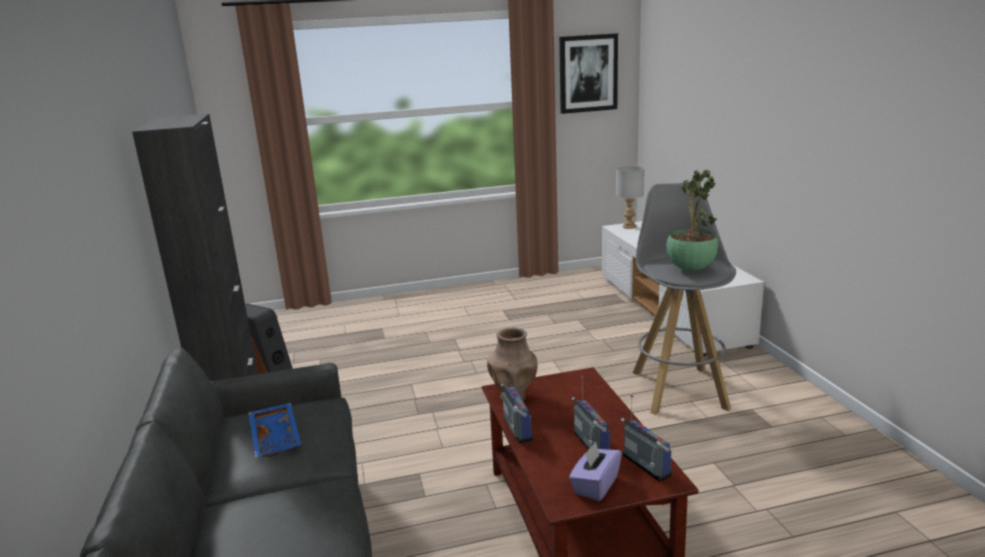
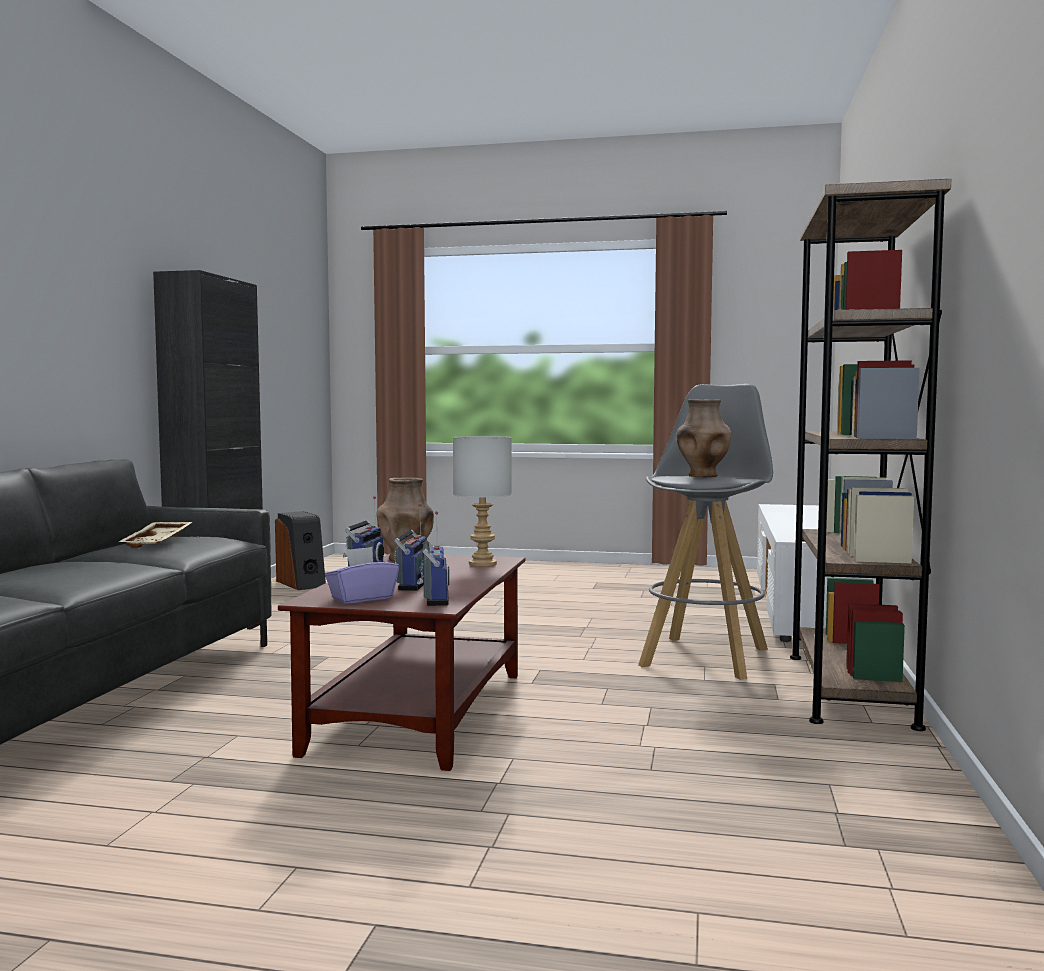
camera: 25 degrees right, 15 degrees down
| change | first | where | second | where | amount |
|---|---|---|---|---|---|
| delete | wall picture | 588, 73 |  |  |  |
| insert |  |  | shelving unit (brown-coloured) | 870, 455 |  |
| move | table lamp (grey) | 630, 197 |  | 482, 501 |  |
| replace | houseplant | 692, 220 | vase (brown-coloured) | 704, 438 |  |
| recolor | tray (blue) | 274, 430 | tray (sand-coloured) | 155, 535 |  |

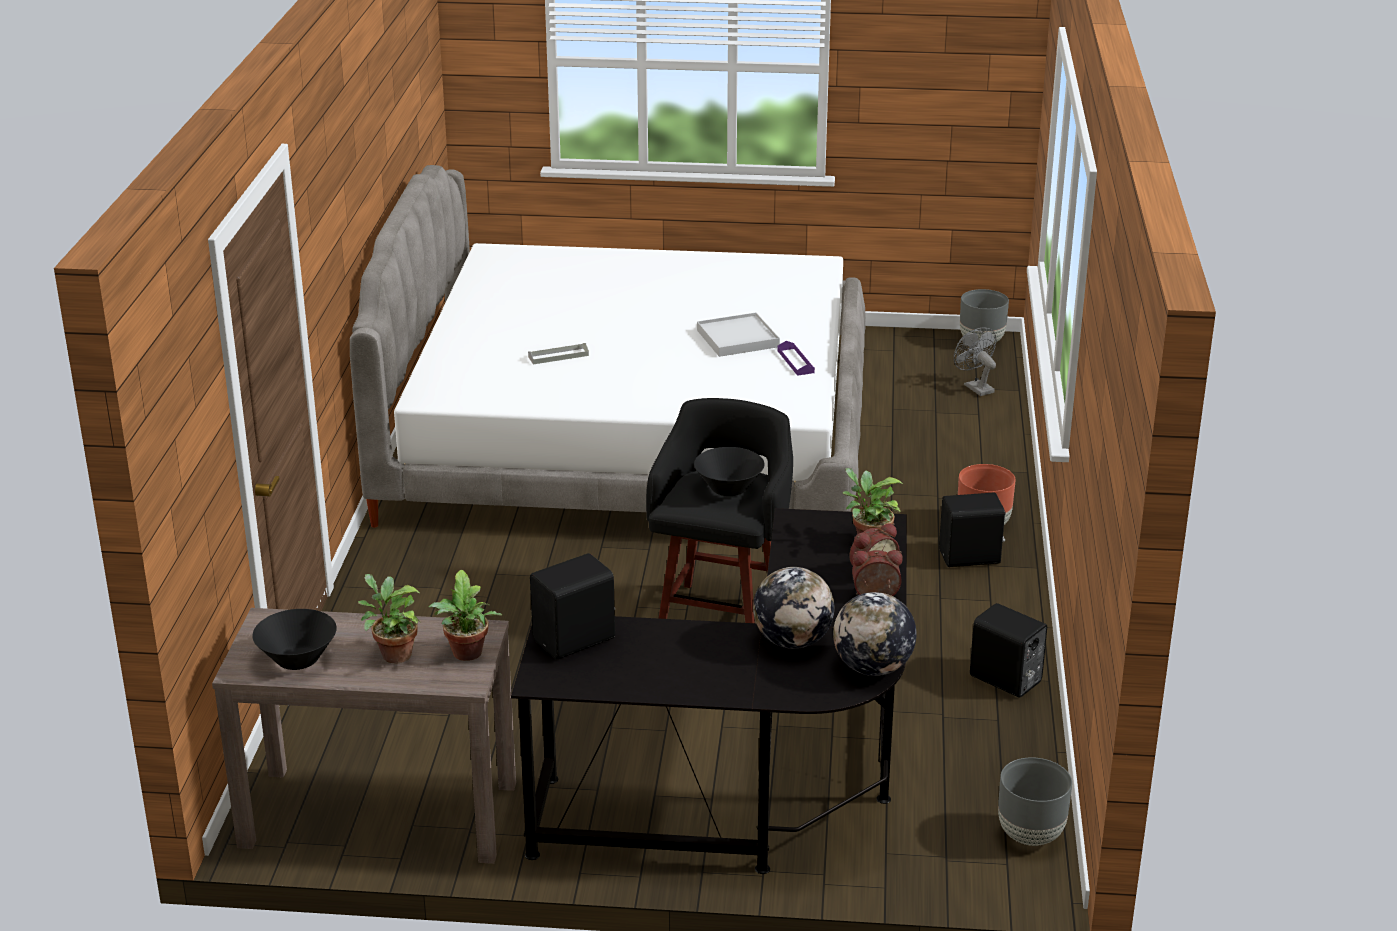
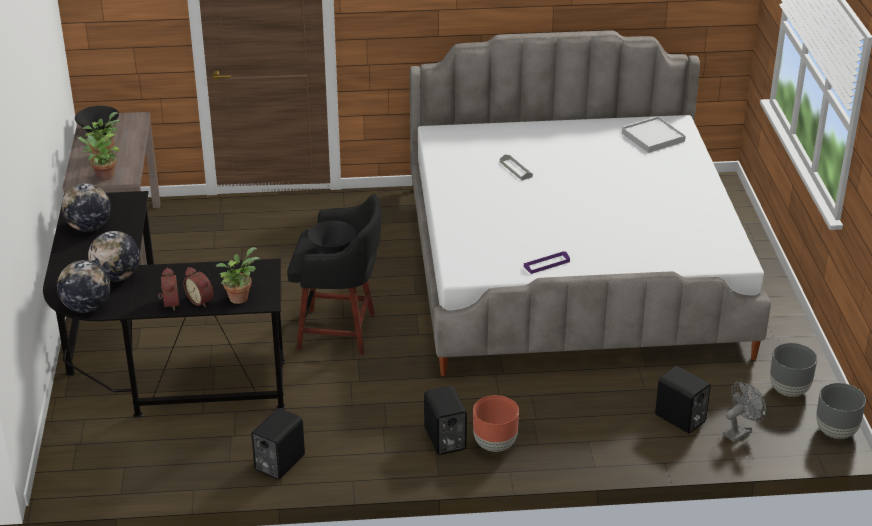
camera: 80 degrees right, 5 degrees up
| change | first | where | second | where | amount |
|---|---|---|---|---|---|
| insert |  |  | world globe | 86, 207 |  |
| move | audio speaker (black) | 572, 606 |  | 683, 400 |  |
| move | tray (white) | 738, 334 |  | 654, 135 |  |
| move | planter (grey) | 1035, 801 |  | 793, 370 |  |

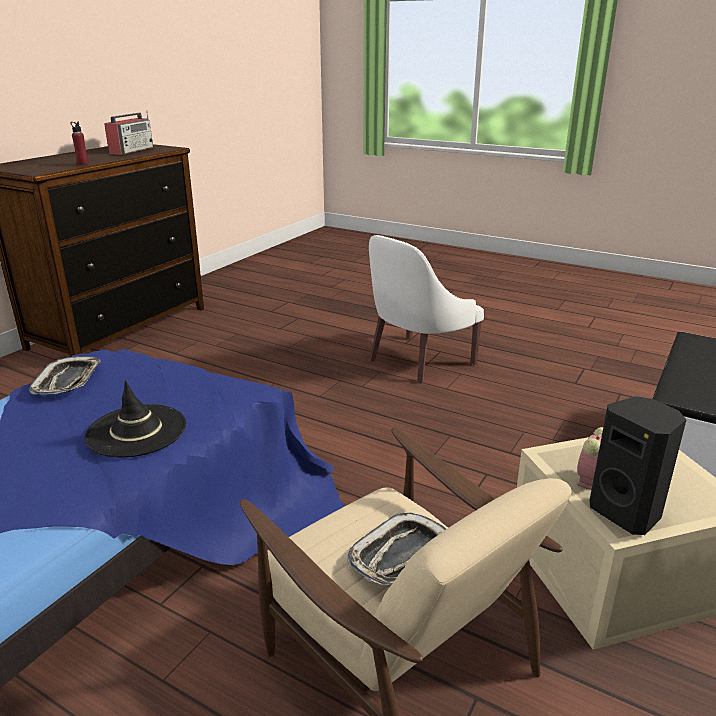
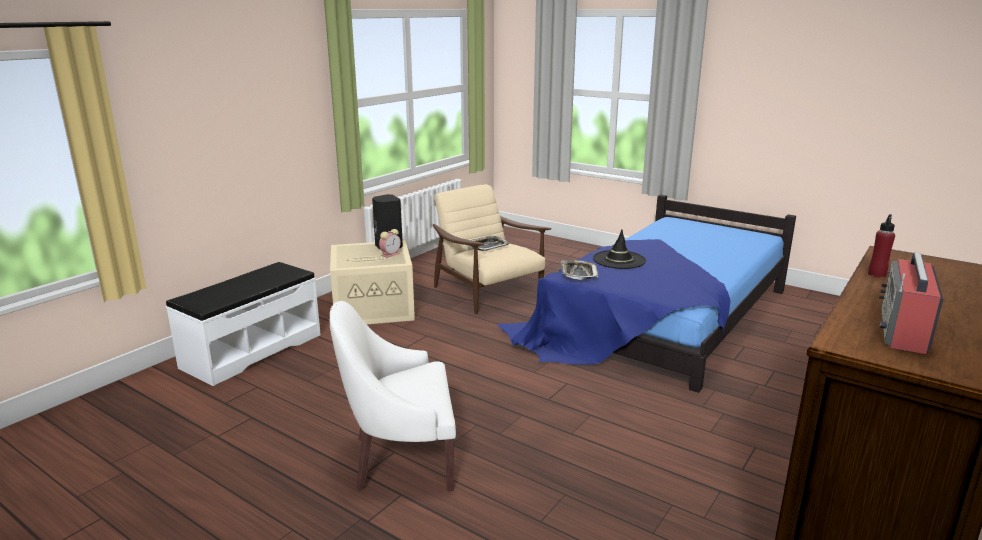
camera: 175 degrees left, 5 degrees down
| change | first | where | second | where | amount |
|---|---|---|---|---|---|
| move | tray | 64, 375 |  | 580, 270 |  |
| rotate | lounge chair (white) | 426, 309 |  | 393, 396 | 150 degrees counterclockwise |

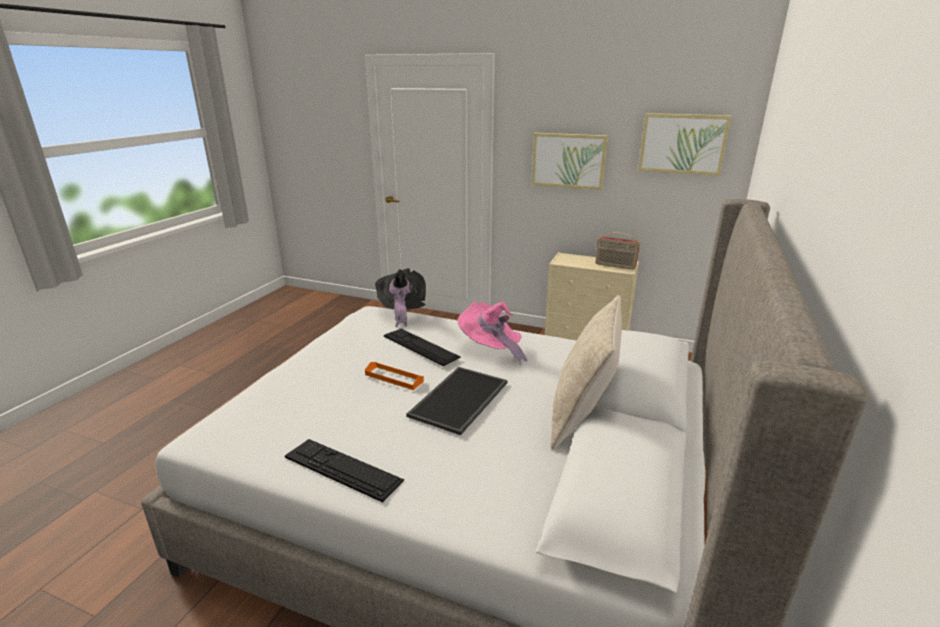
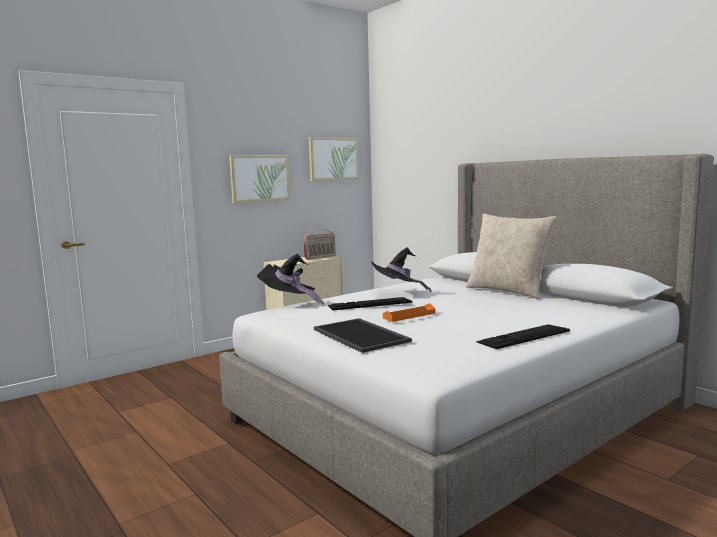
camera: 60 degrees left, 15 degrees down
| change | first | where | second | where | amount |
|---|---|---|---|---|---|
| move | tray | 457, 401 |  | 363, 335 |  |
| recolor | wearable hat (pink) | 492, 333 | wearable hat (black) | 401, 269 |  |

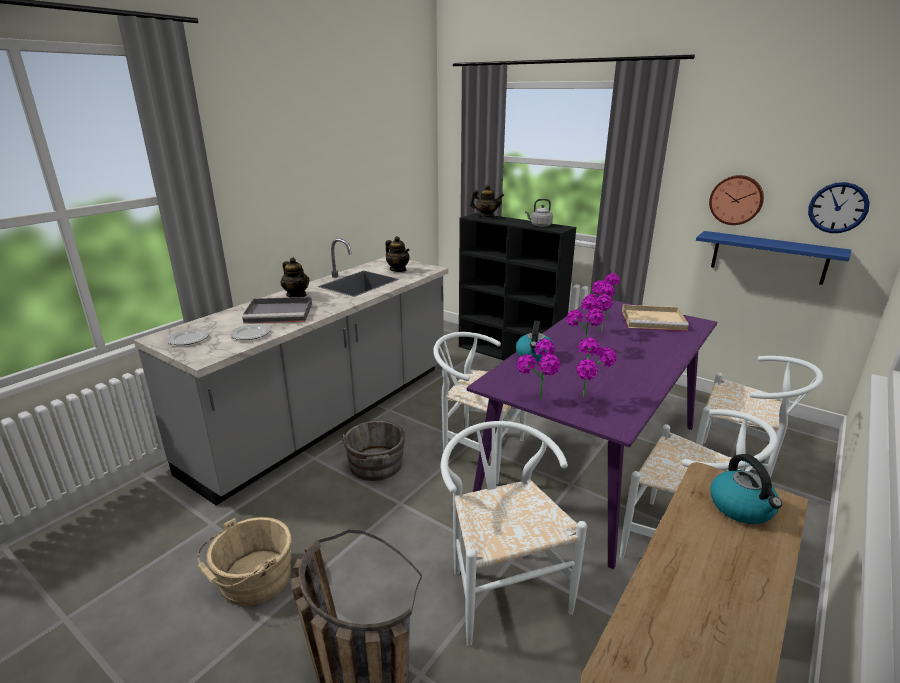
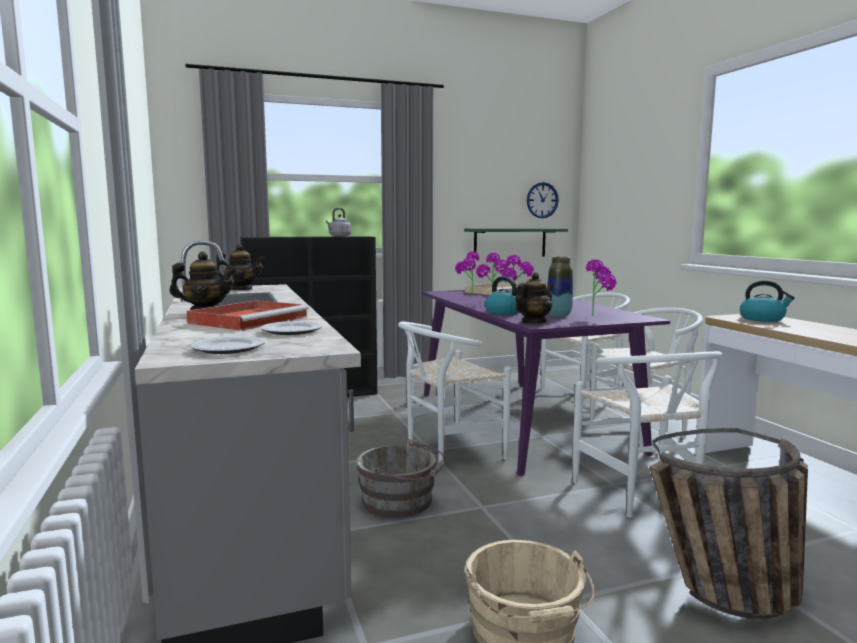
camera: 55 degrees left, 15 degrees down
| change | first | where | second | where | amount |
|---|---|---|---|---|---|
| delete | houseplant | 538, 369 |  |  |  |
| delete | wall clock | 736, 200 |  |  |  |
| insert |  |  | vase | 560, 287 |  |
| move | tea pot | 487, 201 |  | 534, 297 |  |
| recolor | tray (grey) | 277, 310 | tray (red) | 248, 315 |  |
| recolor | shelf (blue) | 773, 258 | shelf (green) | 516, 242 |  |
| rotate | chair (white) | 514, 533 |  | 647, 434 | 120 degrees counterclockwise |

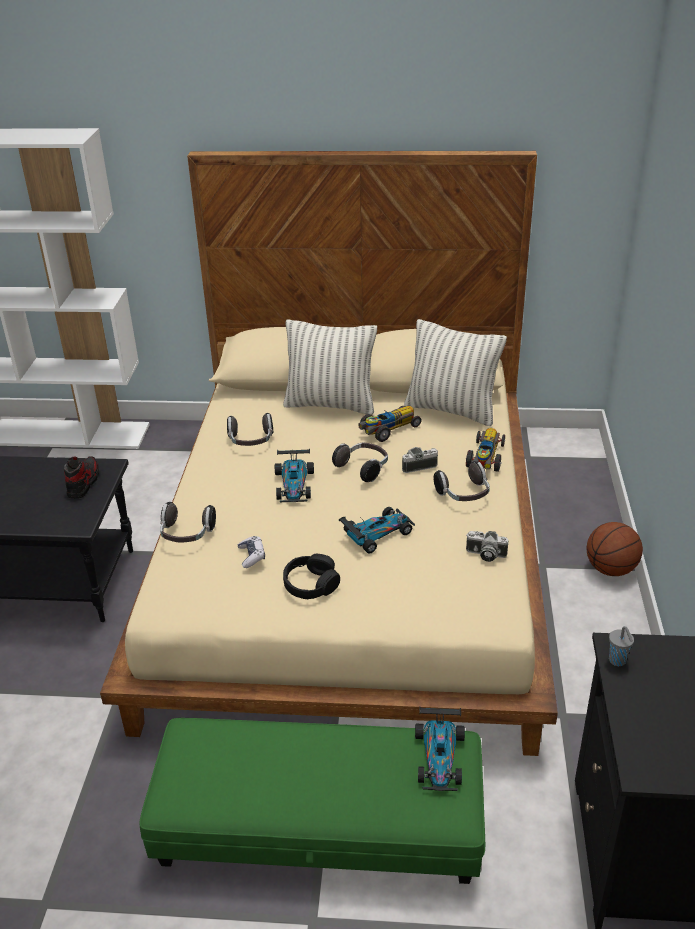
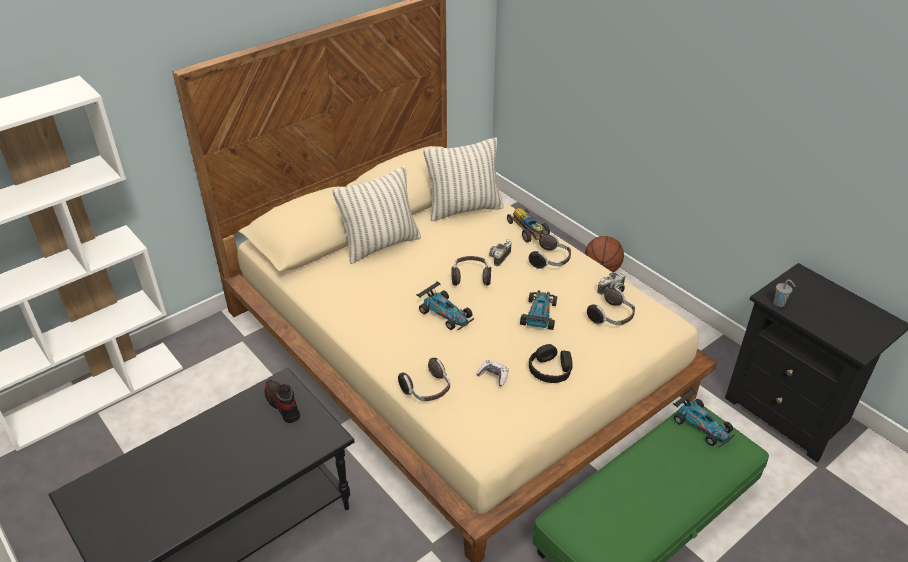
camera: 45 degrees left, 5 degrees up
| change | first | where | second | where | amount |
|---|---|---|---|---|---|
| delete | toy car | 390, 424 |  |  |  |
| move | pair of headphones | 250, 429 |  | 611, 306 |  |

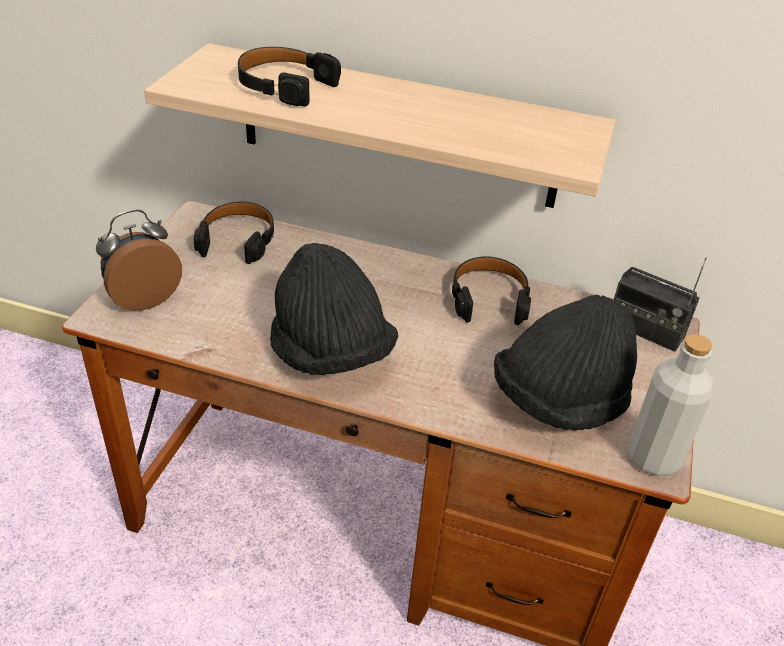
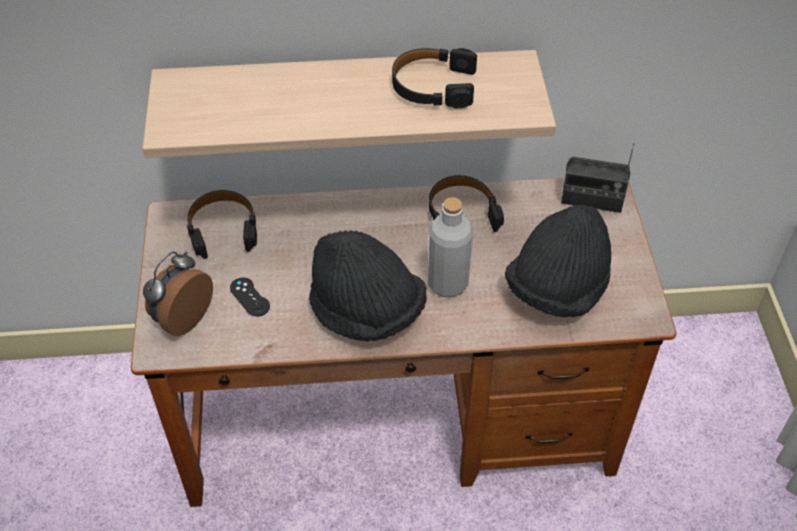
camera: 20 degrees left, 10 degrees up
| change | first | where | second | where | amount |
|---|---|---|---|---|---|
| insert |  |  | gamepad (black) | 250, 297 |  |
| move | pair of headphones (black) | 289, 76 |  | 434, 78 |  |
| move | drink bottle (grey) | 670, 405 |  | 450, 247 |  |

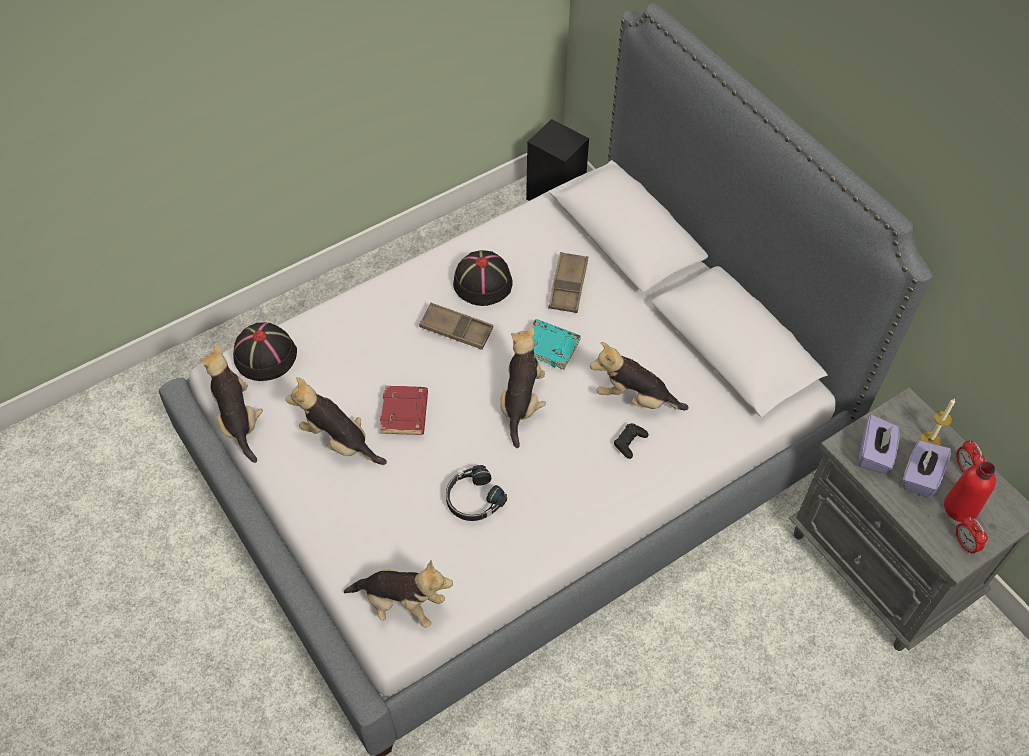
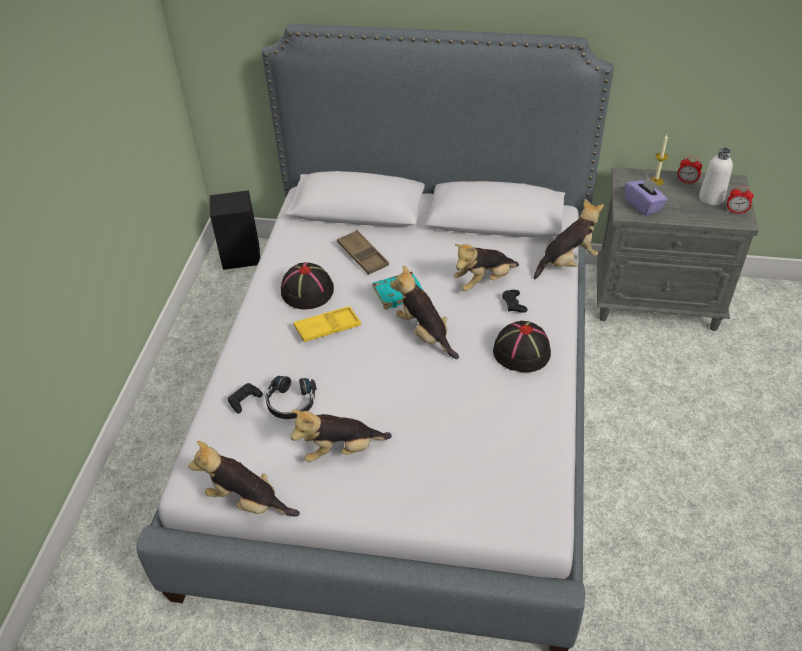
camera: 45 degrees left, 10 degrees down
| change | first | where | second | where | amount |
|---|---|---|---|---|---|
| delete | bound book (red) | 404, 410 |  |  |  |
| delete | box of tissues (purplish) | 927, 469 |  |  |  |
| insert |  |  | gamepad (black) | 245, 398 |  |
| move | wearable hat (black) | 265, 351 |  | 522, 346 |  |
| move | cuddly toy | 398, 594 |  | 569, 239 |  |
| move | pair of headphones (black) | 476, 493 |  | 291, 397 |  |
| recolor | tray (brown-coloured) | 456, 326 | tray (yellow-coloured) | 327, 324 |  |
| recolor | drink bottle (red) | 970, 491 | drink bottle (white) | 716, 177 |  |

